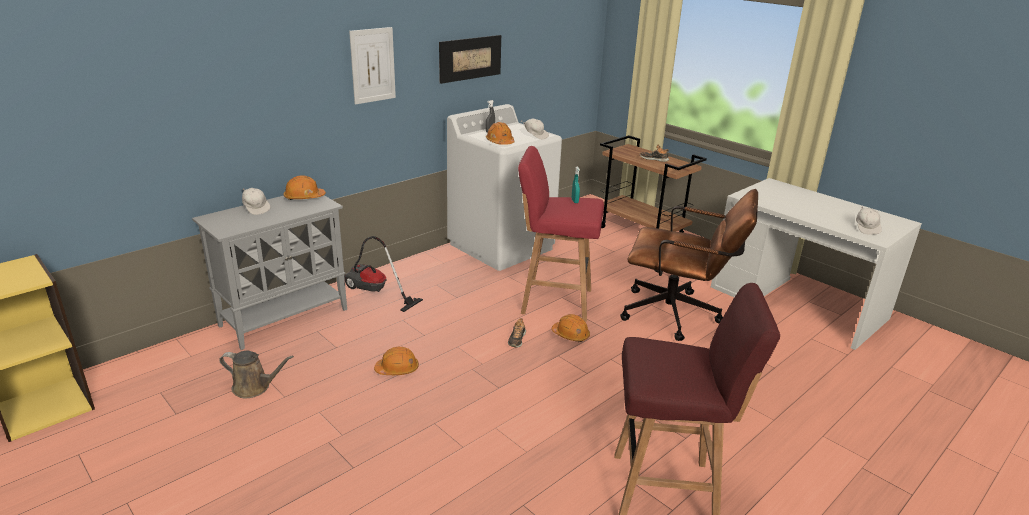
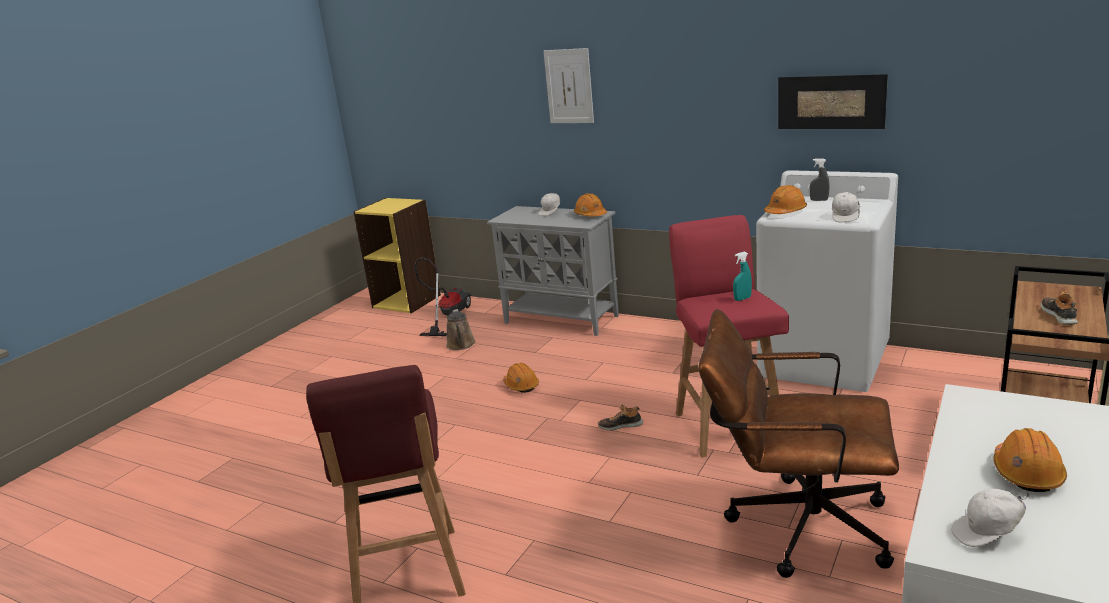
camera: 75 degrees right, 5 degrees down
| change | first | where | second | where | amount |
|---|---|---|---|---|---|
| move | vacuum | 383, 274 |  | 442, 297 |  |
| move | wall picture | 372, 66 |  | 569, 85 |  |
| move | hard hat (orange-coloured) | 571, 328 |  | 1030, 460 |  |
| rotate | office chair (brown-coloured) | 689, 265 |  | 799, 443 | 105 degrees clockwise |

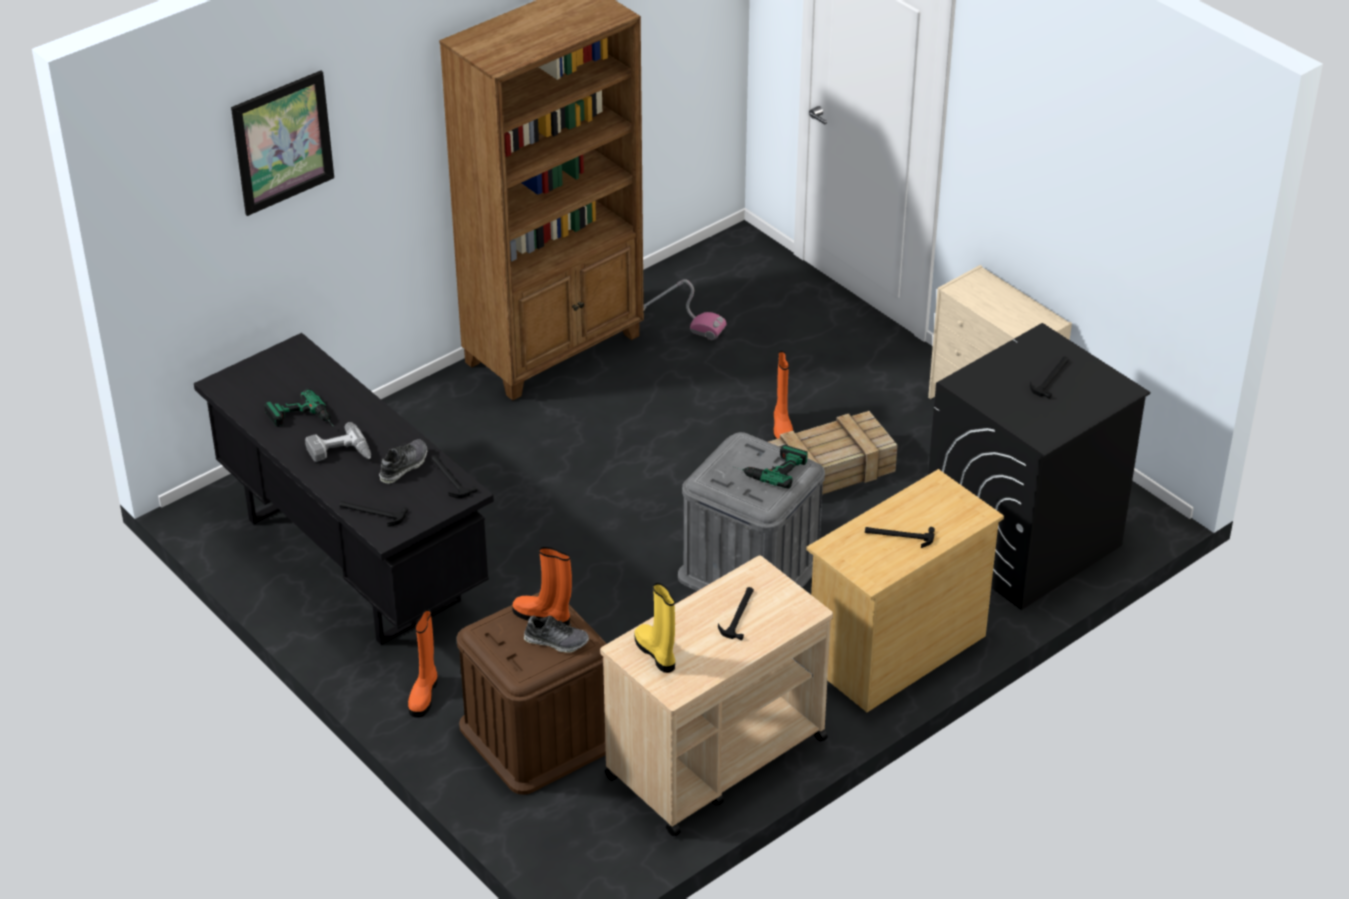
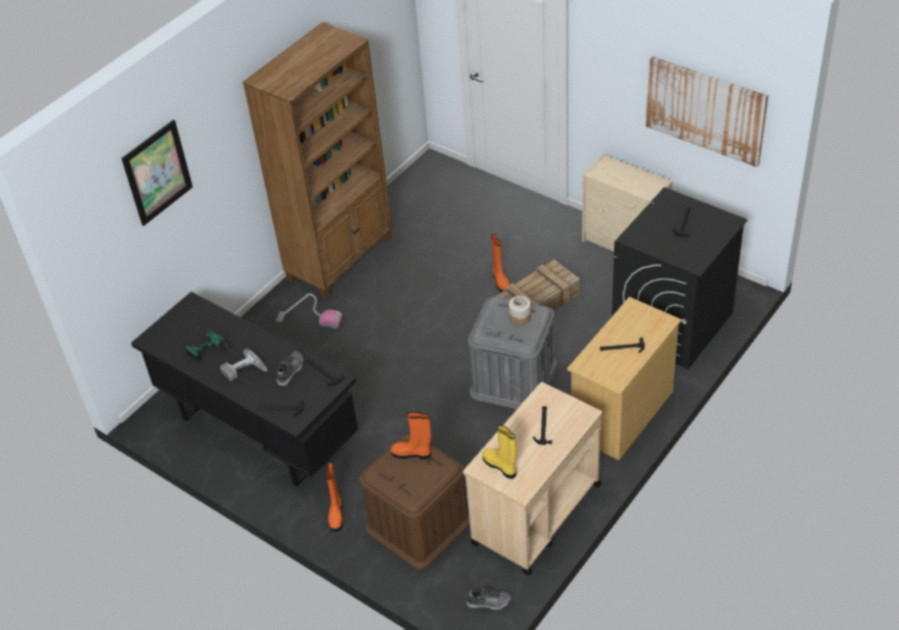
camera: 10 degrees left, 5 degrees up
| change | first | where | second | where | amount |
|---|---|---|---|---|---|
| insert |  |  | wall picture | 707, 111 |  |
| move | shoe | 556, 634 |  | 489, 599 |  |
| move | vacuum | 685, 309 |  | 309, 311 |  |
| replace | power drill | 770, 467 | preserve jar | 520, 310 |  |

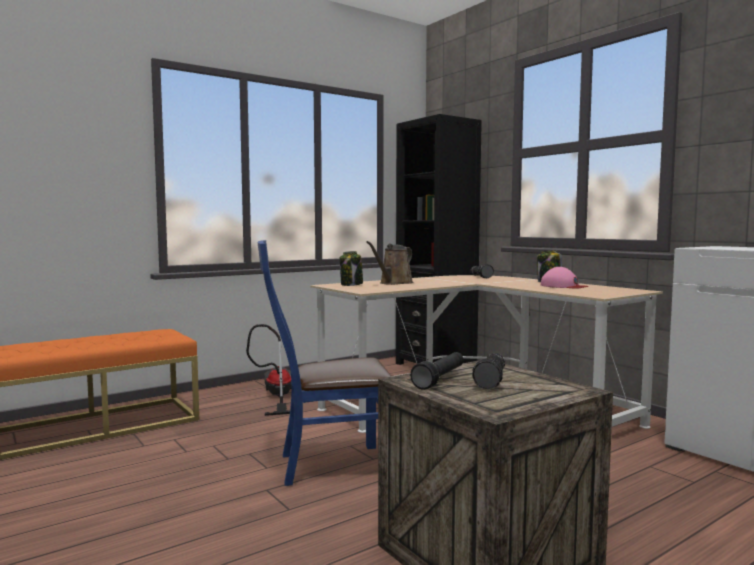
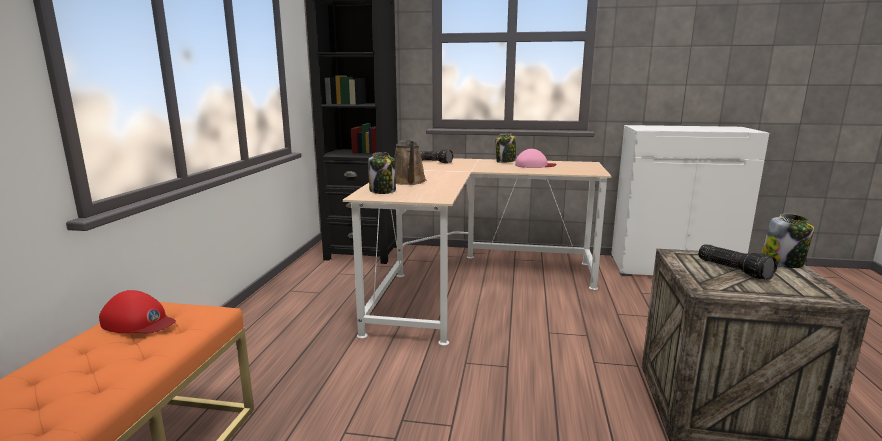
camera: 45 degrees left, 10 degrees up
| change | first | where | second | where | amount |
|---|---|---|---|---|---|
| delete | vacuum | 268, 370 |  |  |  |
| delete | chair (blue) | 325, 363 |  |  |  |
| delete | flashlight (black) | 437, 371 |  |  |  |
| insert |  |  | baseball cap (red) | 137, 312 |  |
| insert |  |  | preserve jar | 787, 241 |  |

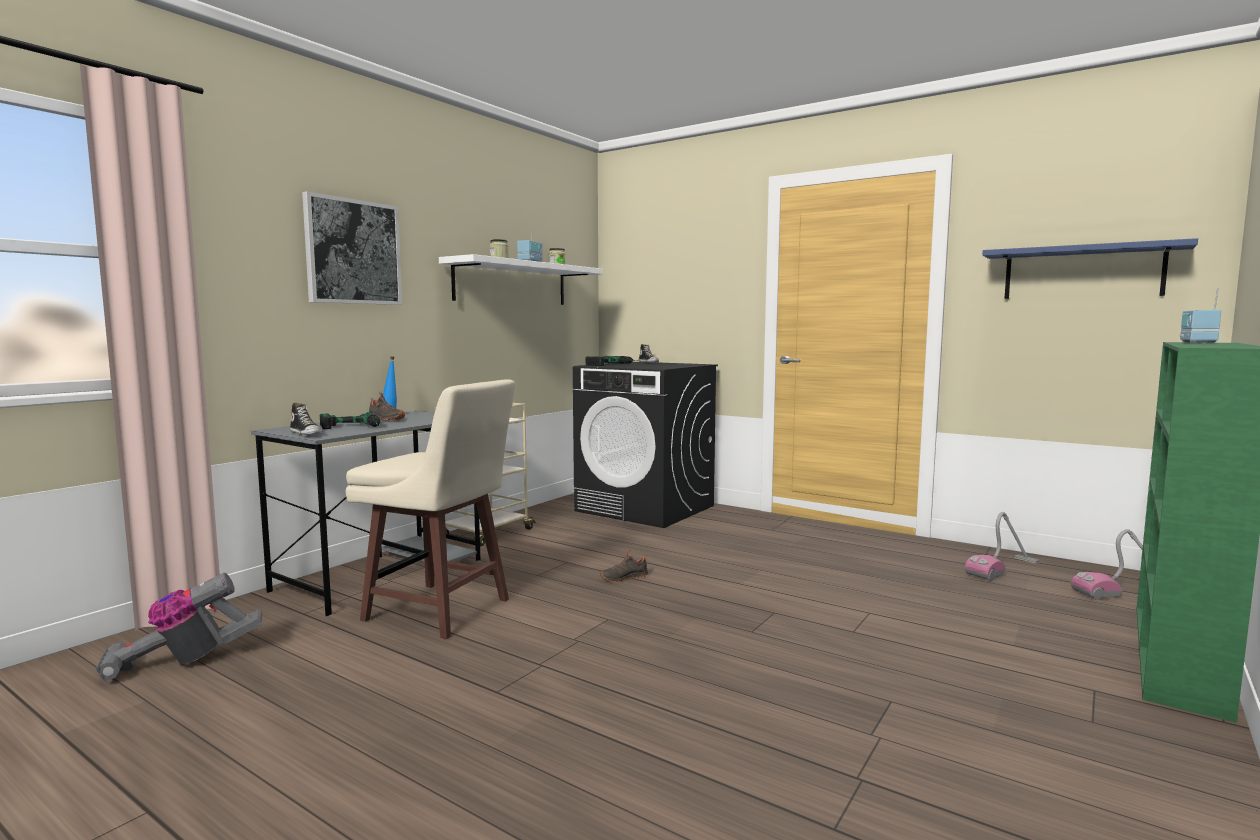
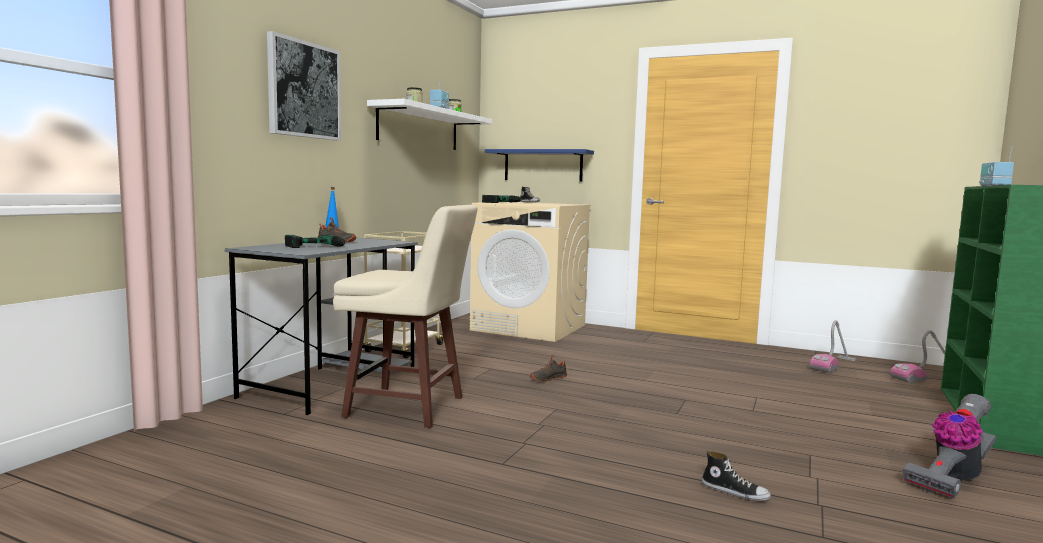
camera: 10 degrees left, 0 degrees up
| change | first | where | second | where | amount |
|---|---|---|---|---|---|
| move | vacuum | 178, 627 |  | 949, 446 |  |
| move | shoe | 306, 419 |  | 736, 476 |  |
| move | shelf (blue) | 1090, 268 |  | 539, 165 |  |
| recolor | laundry machine (black) | 645, 445 | laundry machine (sand-coloured) | 530, 272 |  |

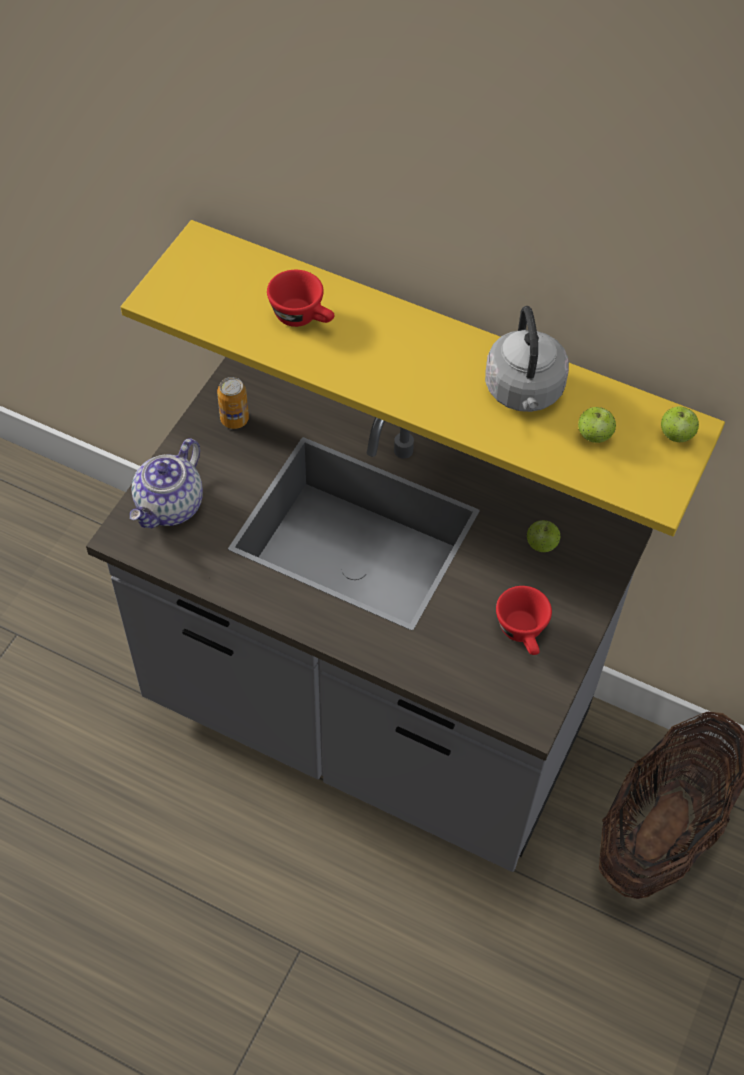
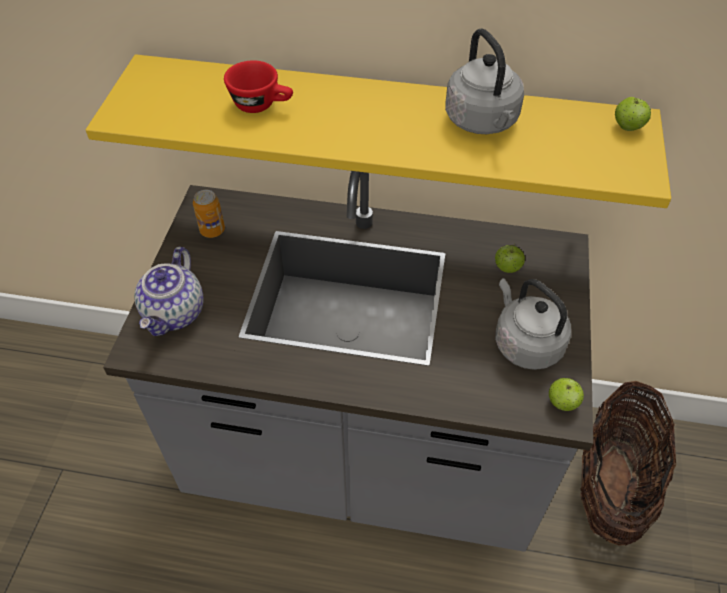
camera: 15 degrees left, 5 degrees down
| change | first | where | second | where | amount |
|---|---|---|---|---|---|
| move | apple | 597, 425 |  | 566, 394 |  |
| replace | small cup (red) | 524, 620 | tea kettle (grey) | 533, 324 |  |

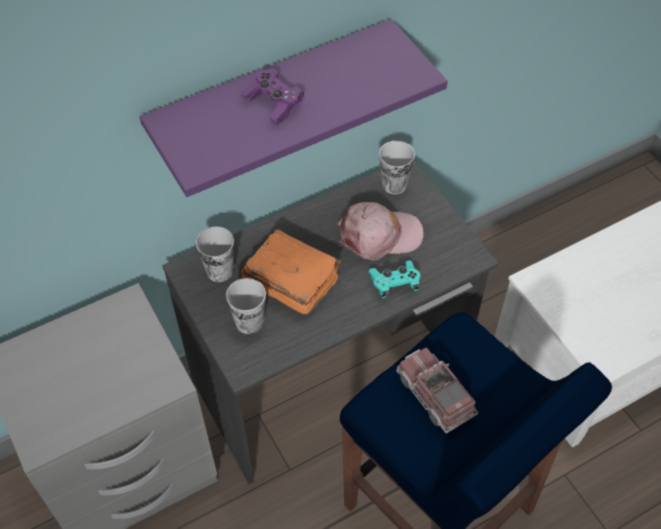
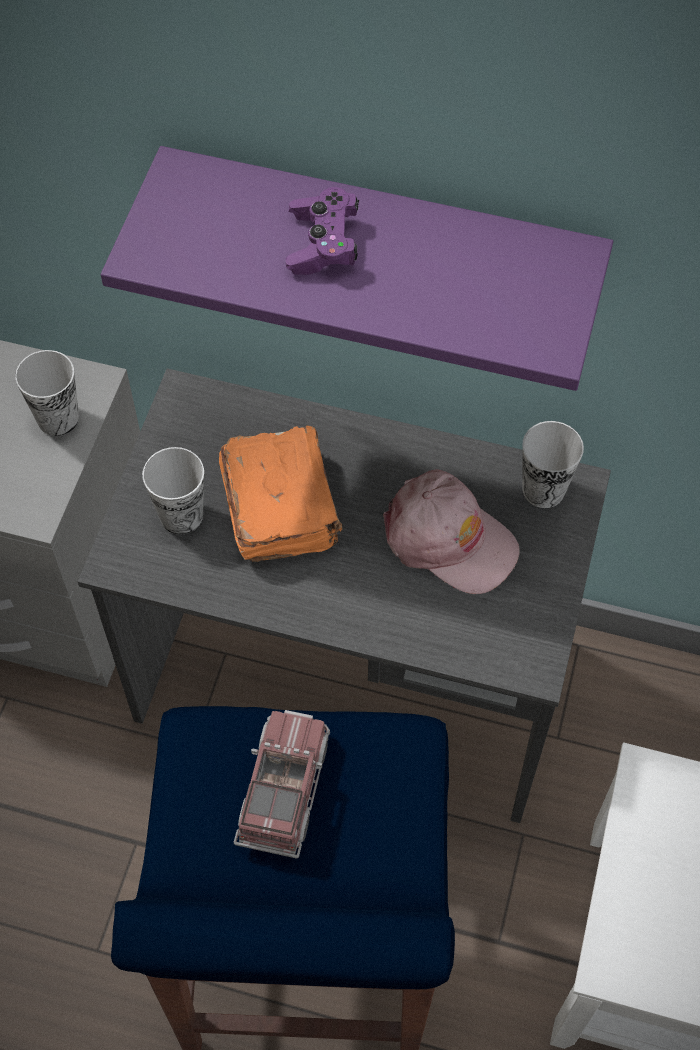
camera: 45 degrees right, 5 degrees up
| change | first | where | second | where | amount |
|---|---|---|---|---|---|
| delete | gamepad (blue-green) | 394, 279 |  |  |  |
| move | small cup | 215, 254 |  | 47, 393 |  |

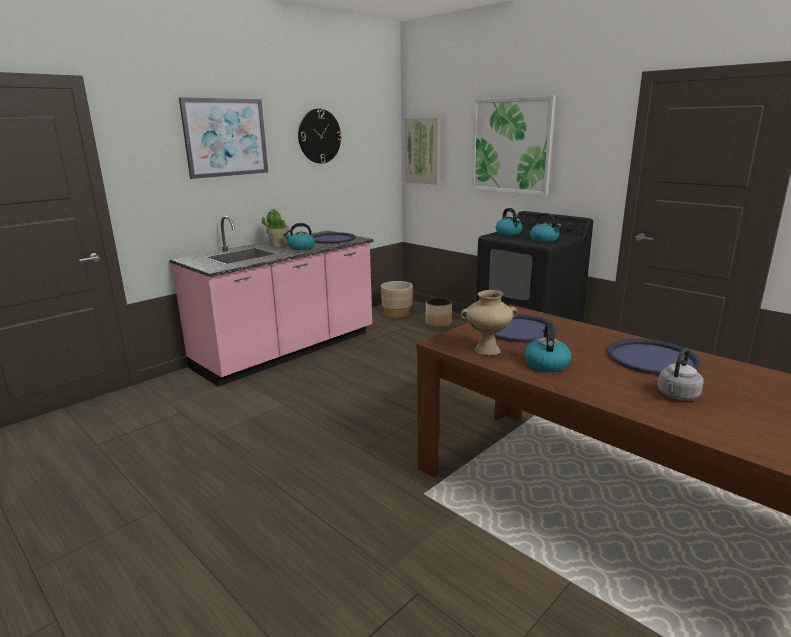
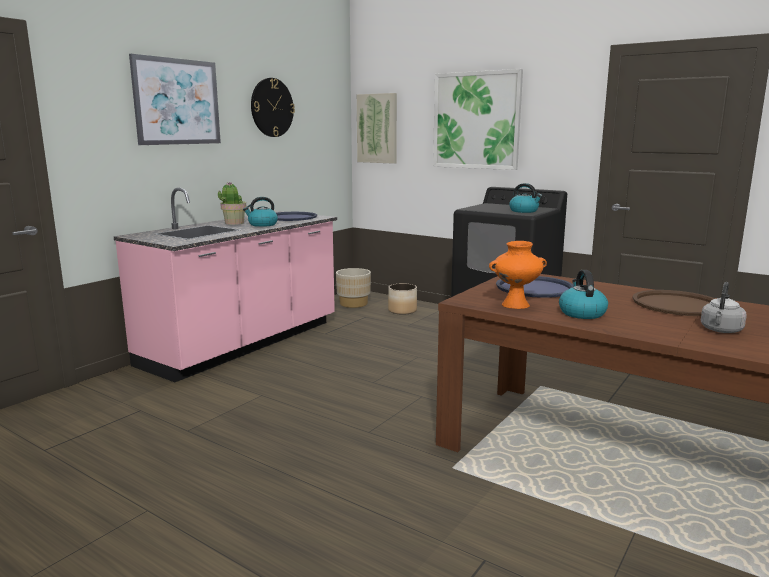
camera: 10 degrees left, 5 degrees down
| change | first | where | second | where | amount |
|---|---|---|---|---|---|
| delete | tea kettle | 509, 221 |  |  |  |
| recolor | vase (sand-coloured) | 489, 323 | vase (orange-coloured) | 518, 275 |  |
| recolor | tray (blue) | 654, 357 | tray (brown-coloured) | 674, 303 |  |

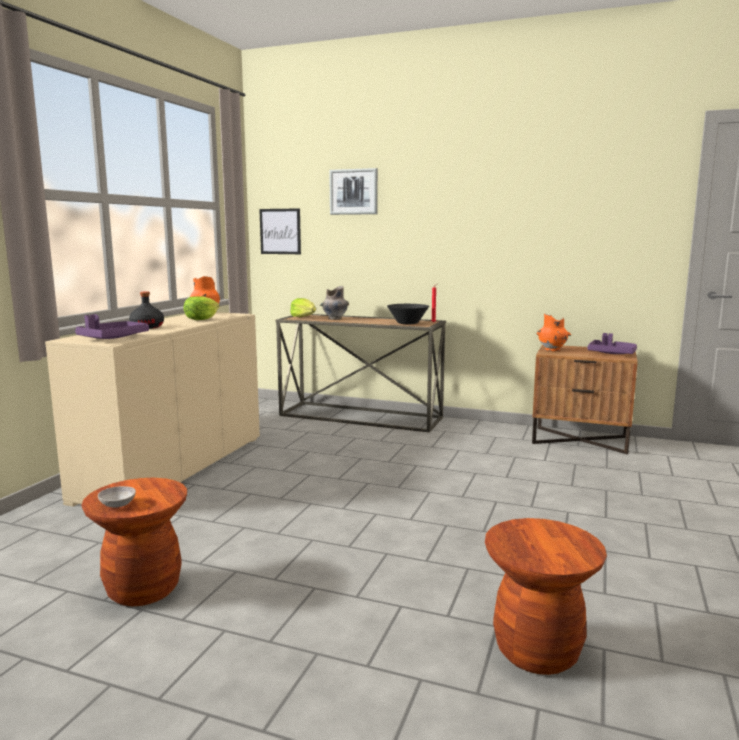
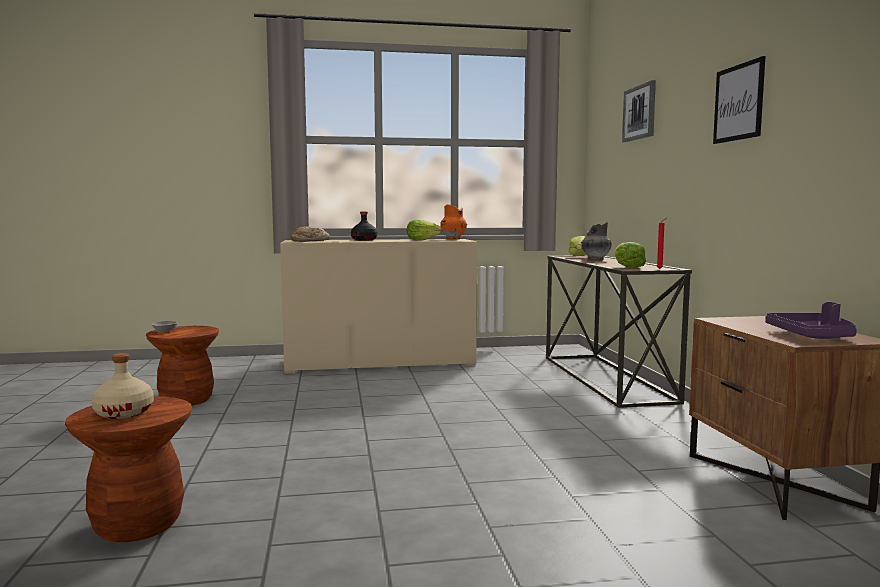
camera: 60 degrees right, 5 degrees down
| change | first | where | second | where | amount |
|---|---|---|---|---|---|
| delete | vase (orange-coloured) | 554, 333 |  |  |  |
| insert |  |  | drink bottle (sand-coloured) | 122, 386 |  |
| move | wall picture | 280, 231 |  | 739, 100 |  |
| replace | tray (purplish) | 112, 326 | bakery bread | 310, 234 |  |
| replace | bowl (black) | 408, 314 | lettuce | 630, 255 |  |

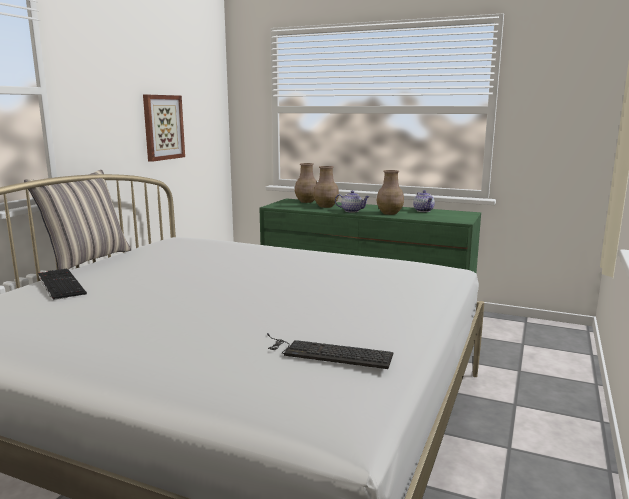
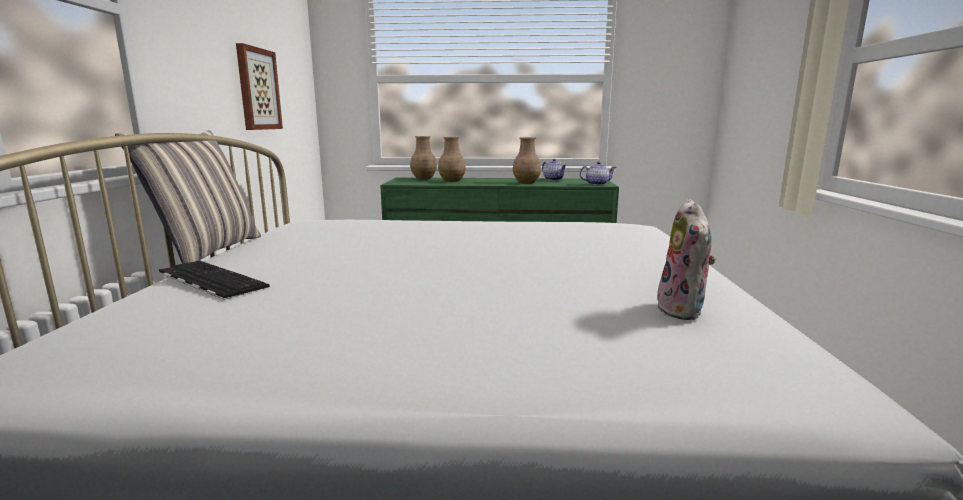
camera: 20 degrees left, 0 degrees up
| change | first | where | second | where | amount |
|---|---|---|---|---|---|
| move | tea pot | 352, 202 |  | 598, 173 |  |
| replace | PC keyboard | 330, 351 | cuddly toy | 686, 259 |  |

